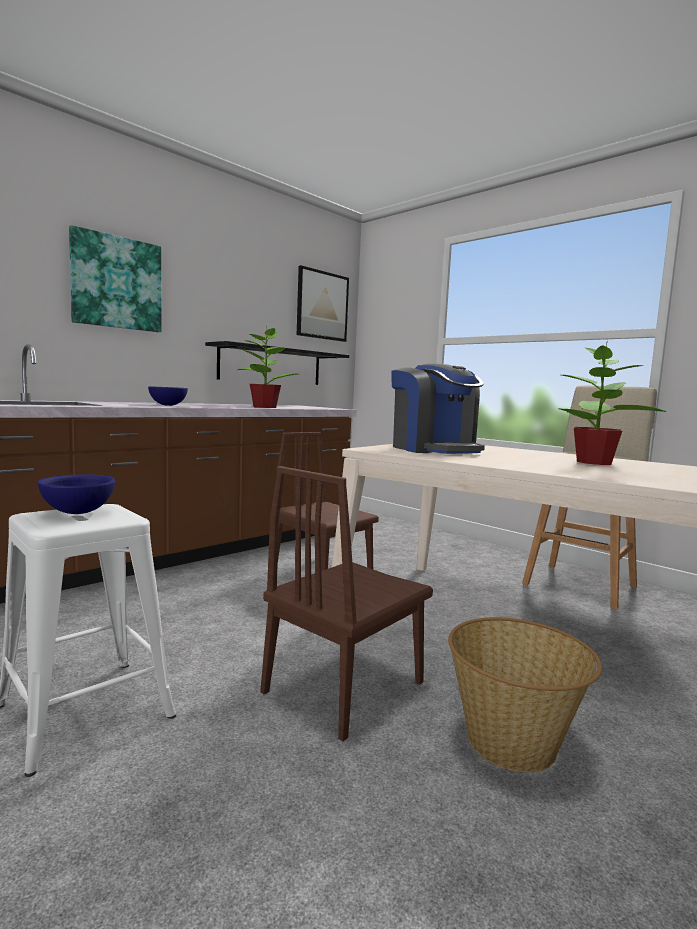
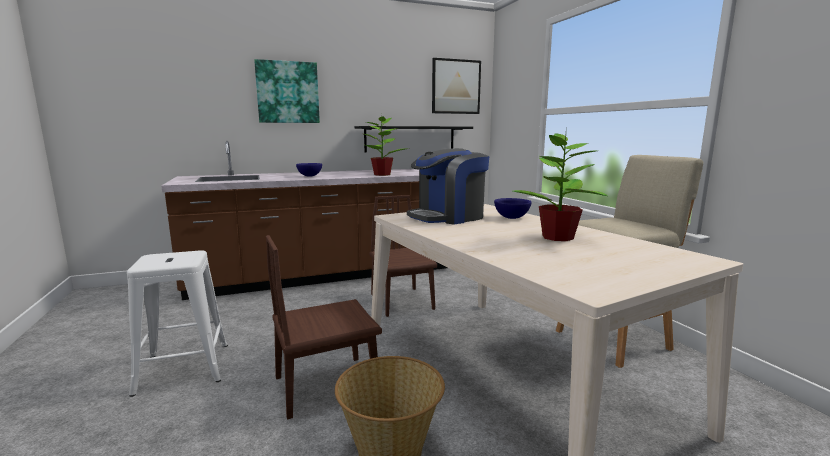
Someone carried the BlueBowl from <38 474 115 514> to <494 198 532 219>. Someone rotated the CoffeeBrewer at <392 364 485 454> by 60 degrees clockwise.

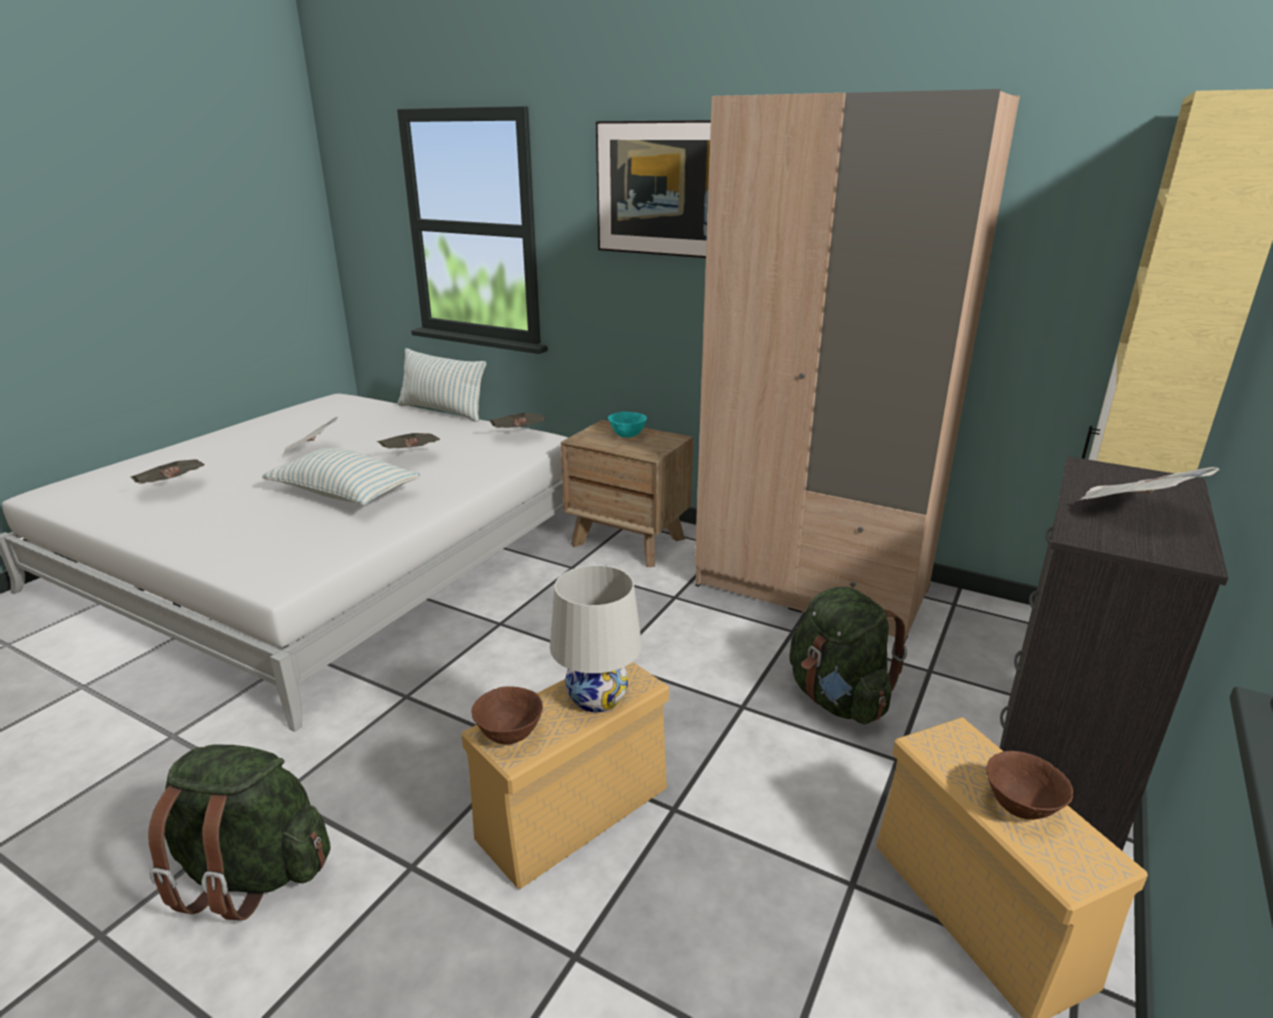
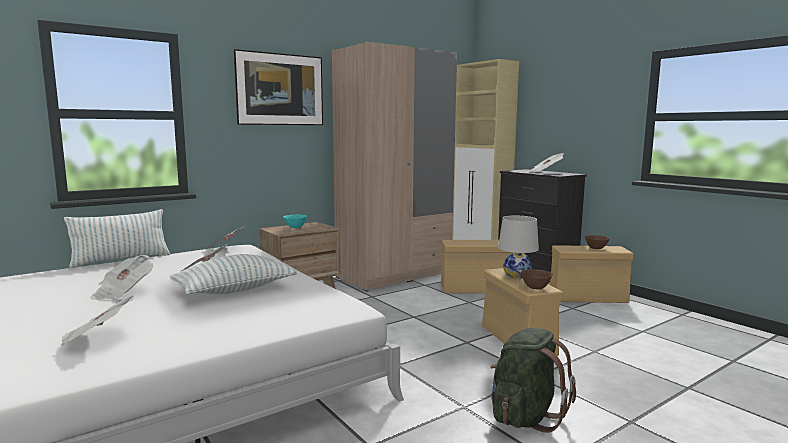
Someone swapped the GreenBackpack at <789 587 907 725> for the BeigeStorageBox at <441 240 511 294>.

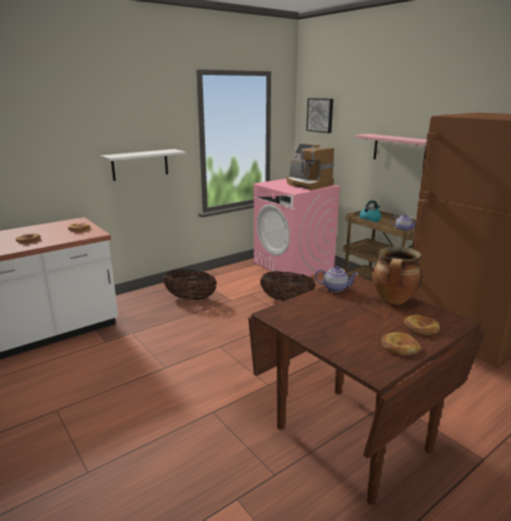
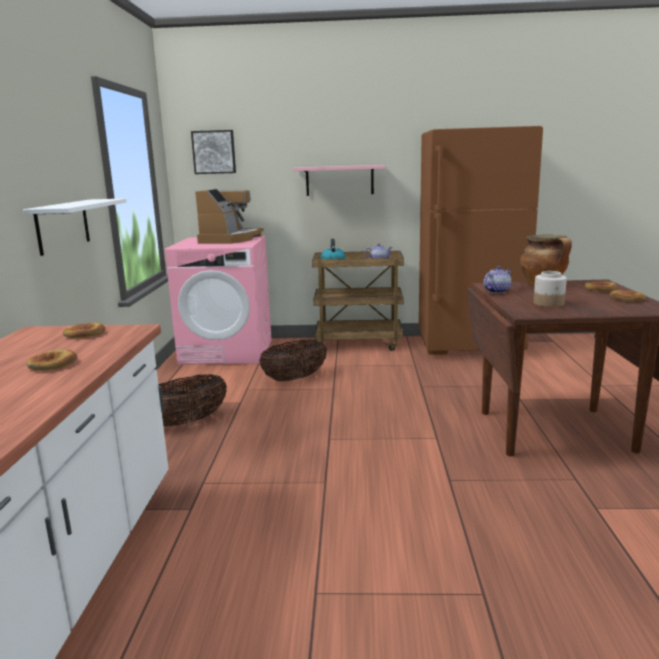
Someone put down the Jar at <534 271 567 307>. Someone rotated the CoffeeBrewer at <286 144 334 191> by 75 degrees counterclockwise.

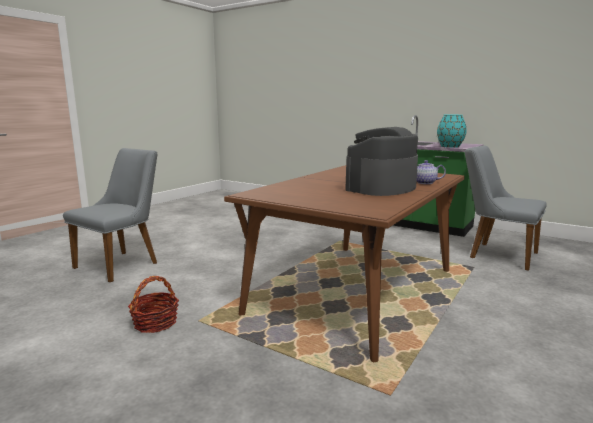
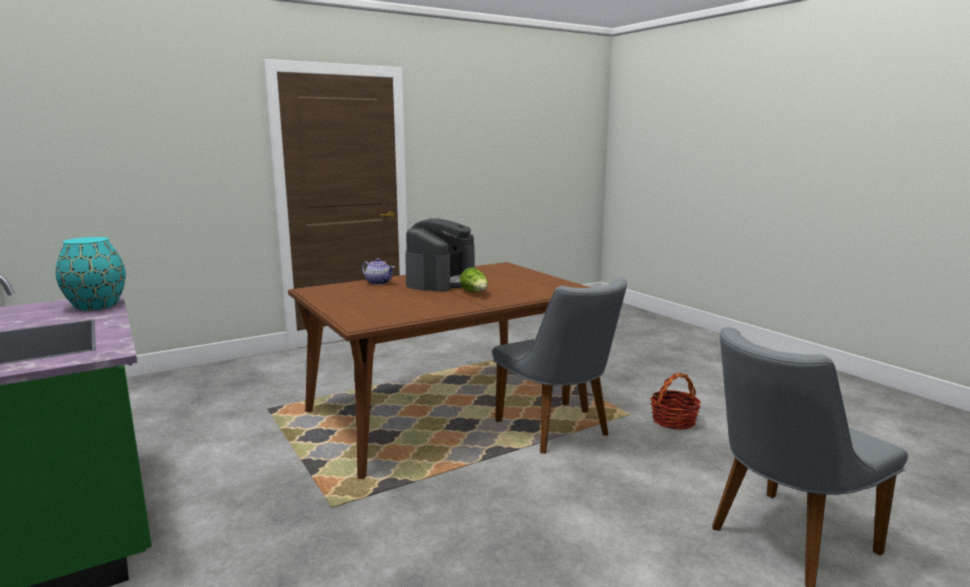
Someone put down the Lettuce at <460 268 488 292>. Someone carried the GreyishPlainChair from <464 146 547 271> to <492 278 627 454>. Someone rotated the CoffeeBrewer at <345 127 418 196> by 45 degrees counterclockwise.

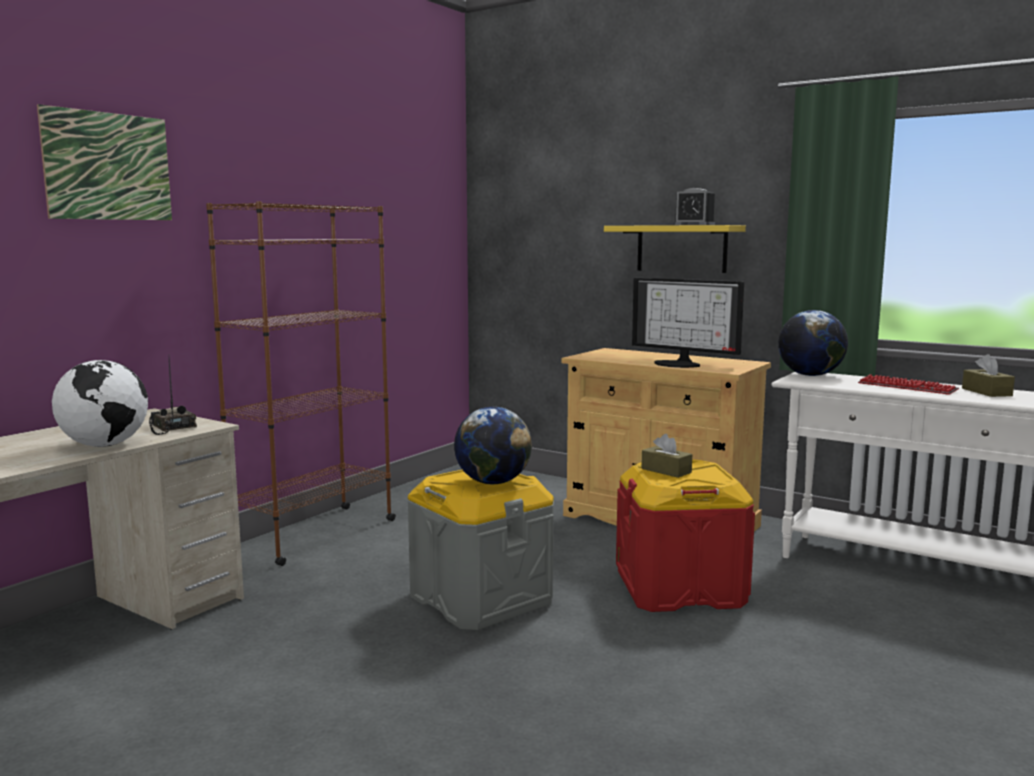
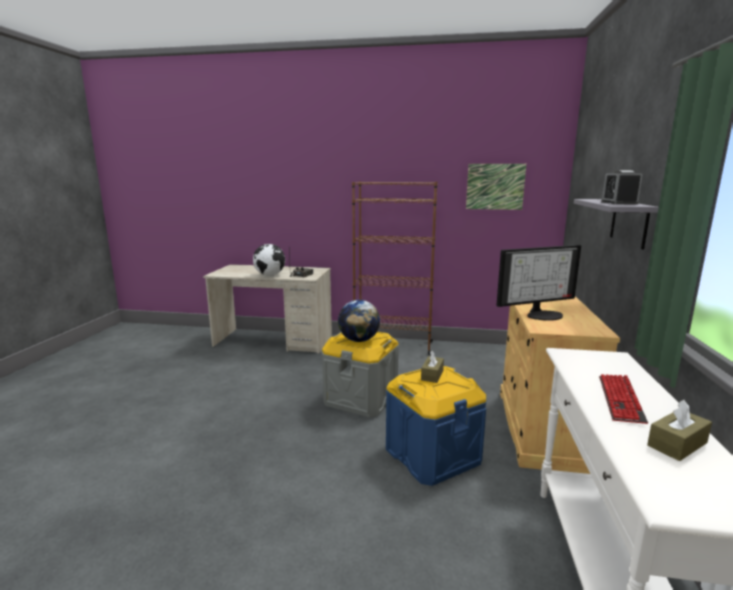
Someone took away the Globe at <778 310 848 376>. Someone carried the WallPicture from <37 104 172 220> to <466 164 526 210>. Someone repainted the YellowishShelf at <604 225 746 273>, which became the GreyishShelf at <574 199 659 250>. Someone repainted the ReddishStorageBox at <616 459 755 612>, which became the BlueStorageBox at <386 366 486 486>. Someone rotated the Monitor at <632 278 744 368> by 120 degrees counterclockwise.

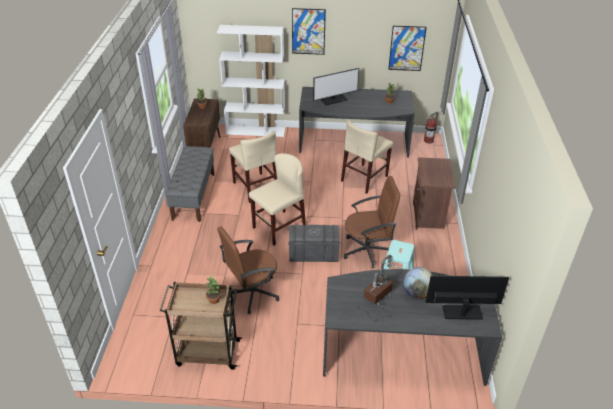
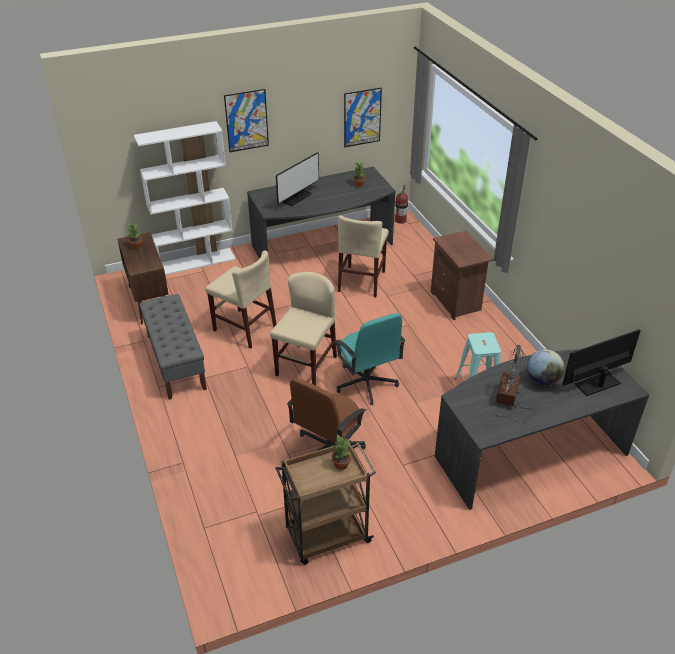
Someone took away the BrownComputerChair at <343 176 400 269>. Someone swapped the GreyishStorageBox at <288 224 340 262> for the TurquoiseColouredComputerChair at <335 313 405 405>.

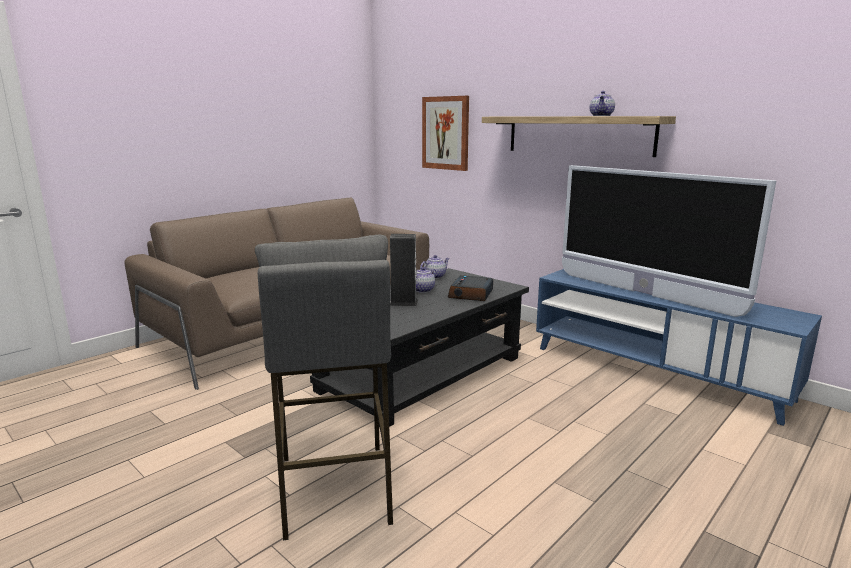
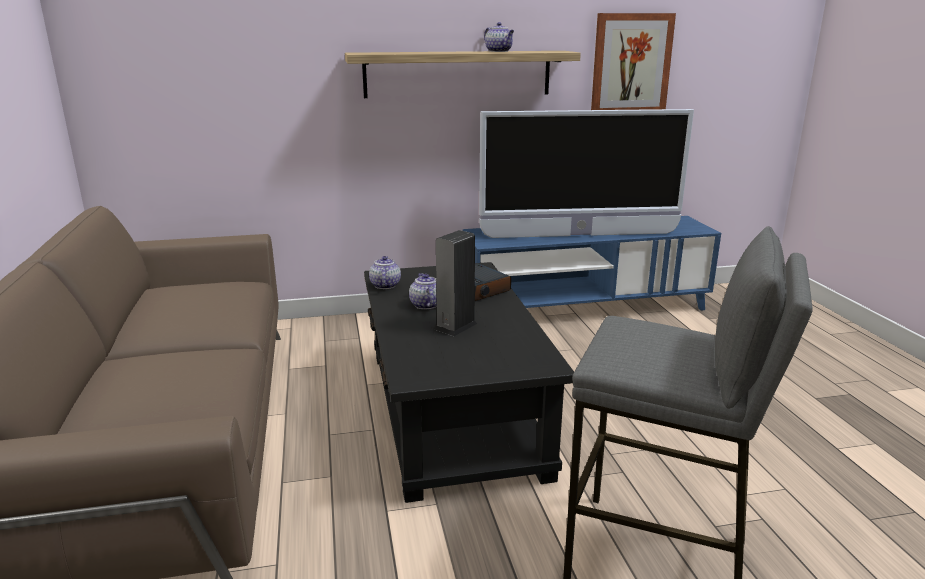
Someone carried the WallPicture from <422 96 469 171> to <591 13 676 110>.

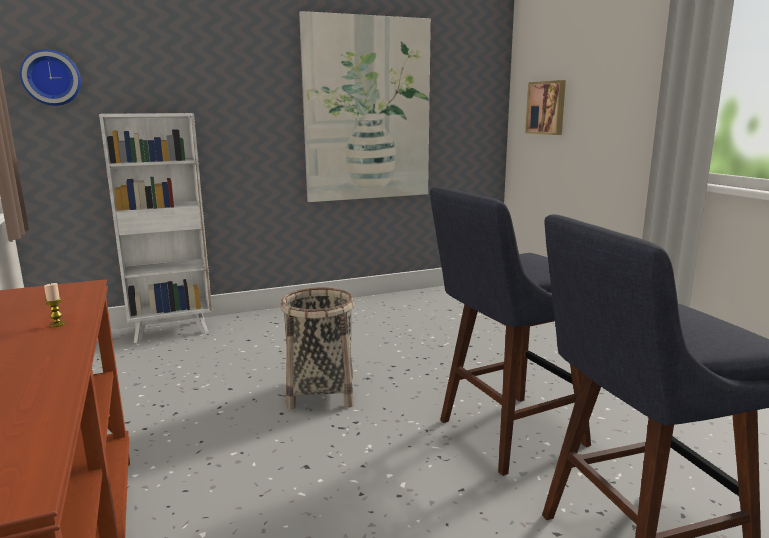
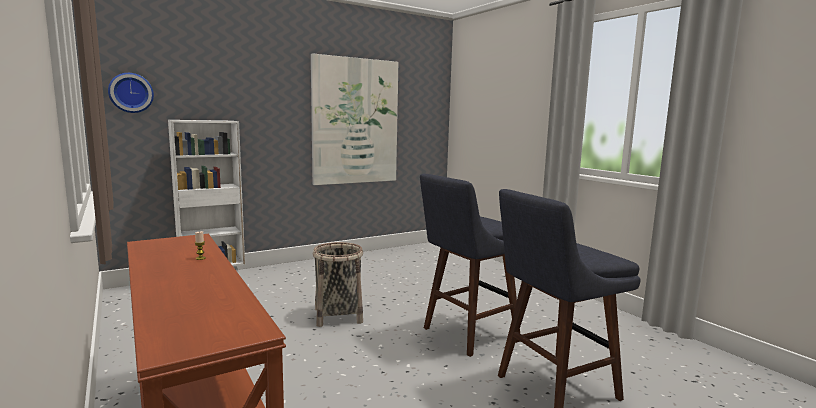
Someone took away the WallPicture at <525 80 566 135>.

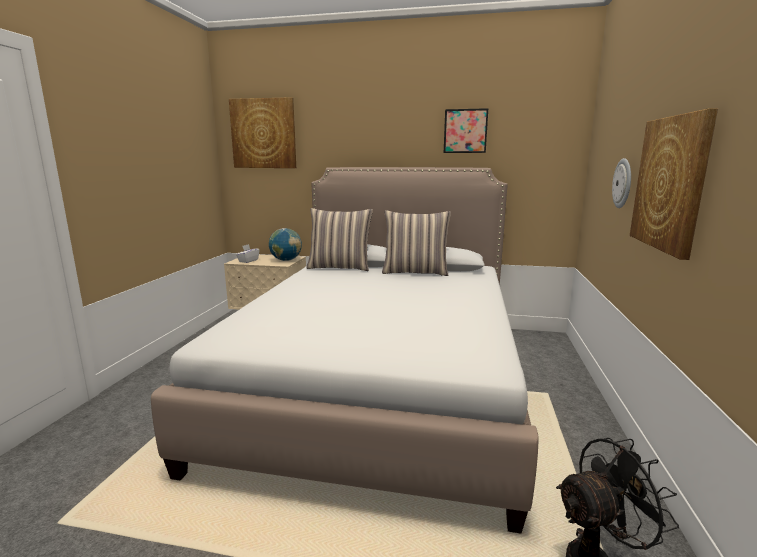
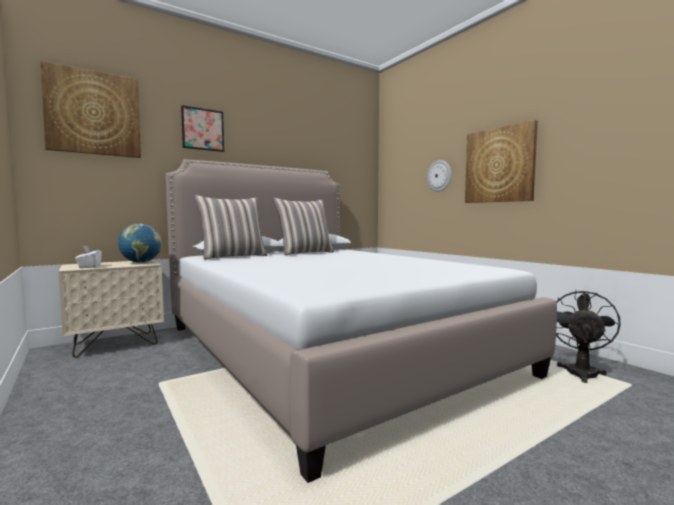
Someone carried the WallPicture from <444 108 488 153> to <181 105 224 152>.

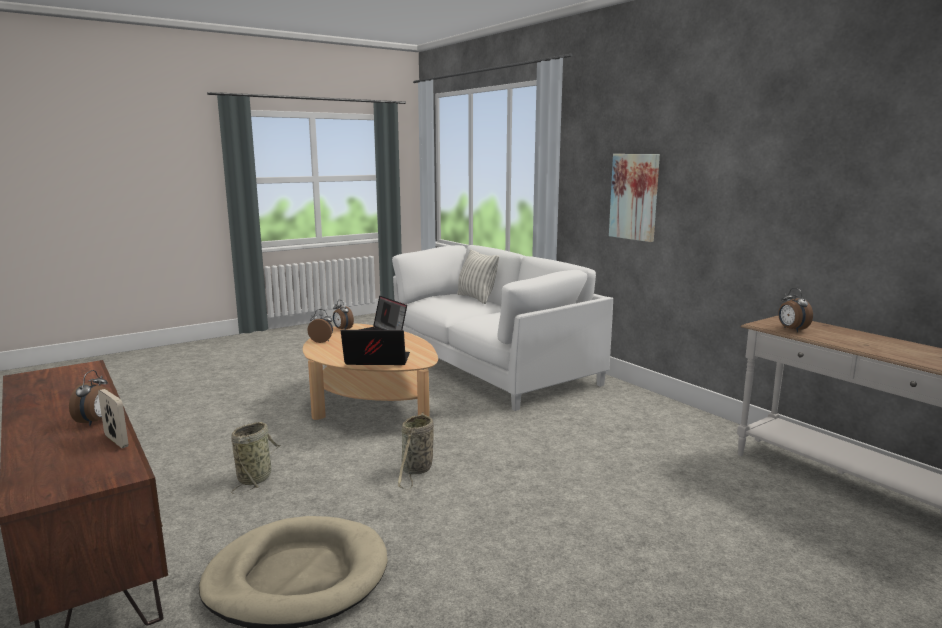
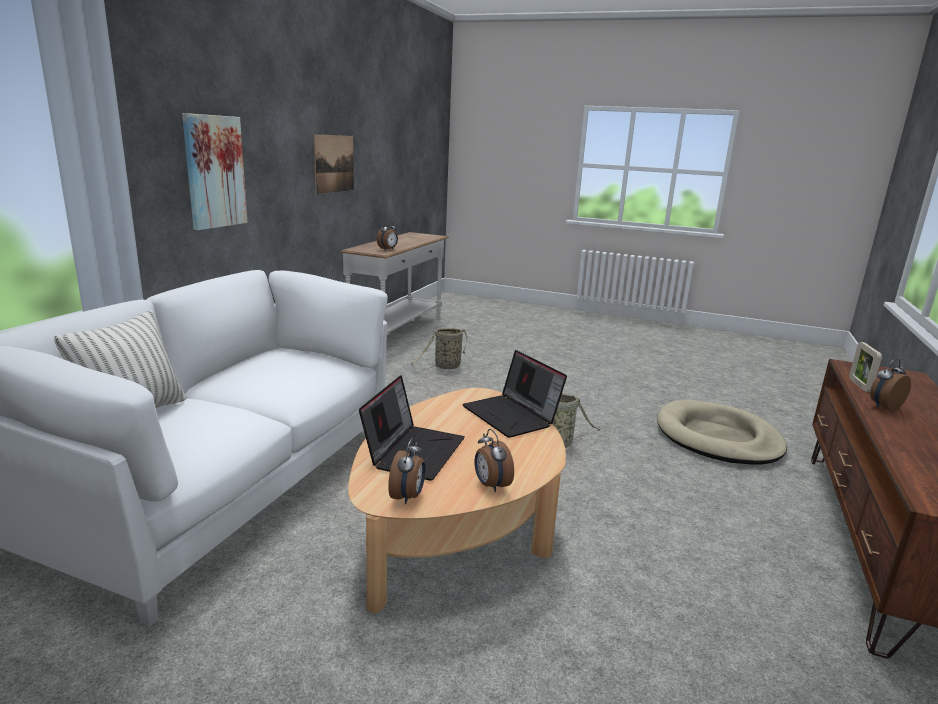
Someone put up the WallPicture at <314 134 354 194>. Someone carried the HouseholdBasket from <231 422 280 494> to <411 328 473 370>.

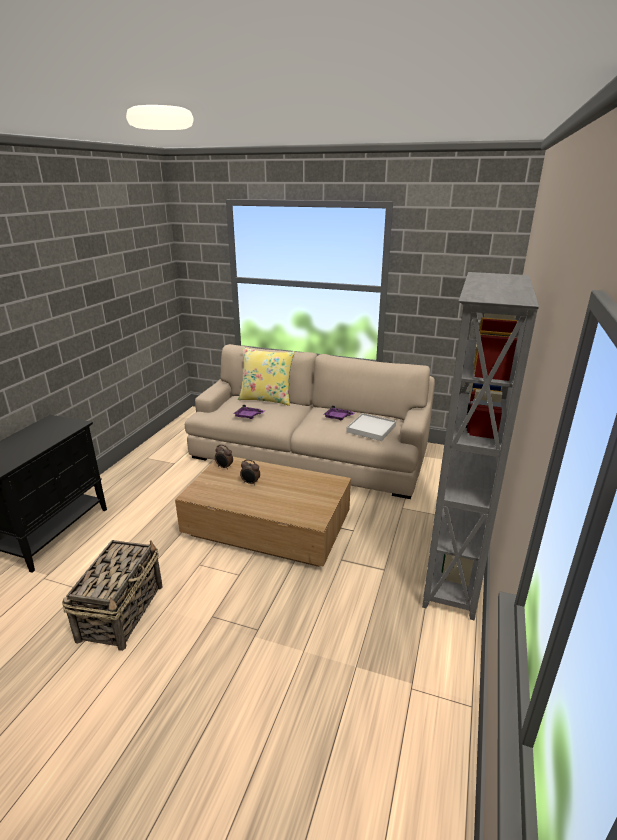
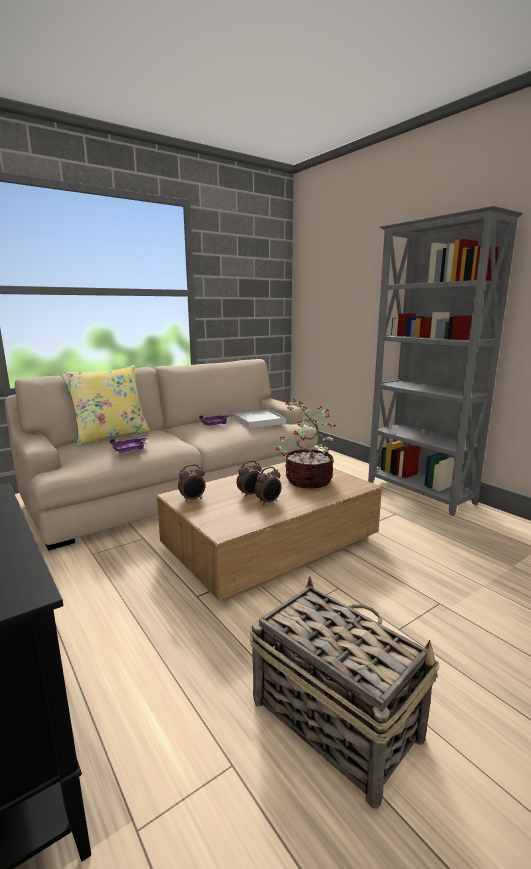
Someone put down the AlarmClock at <255 467 282 505>. Someone put down the PlantInAPot at <275 399 336 489>.

